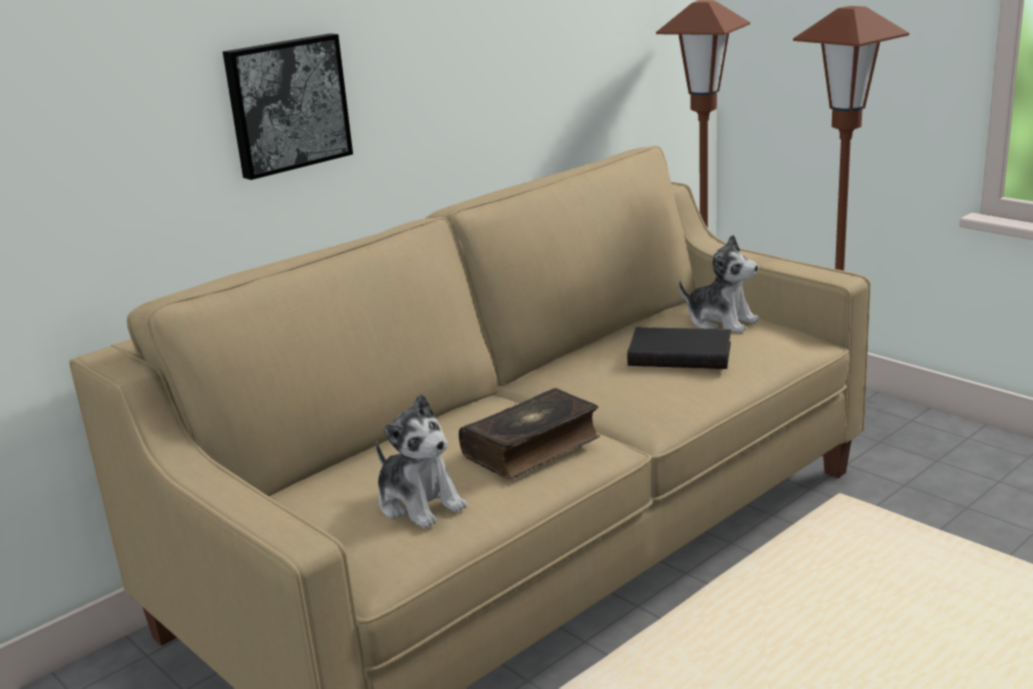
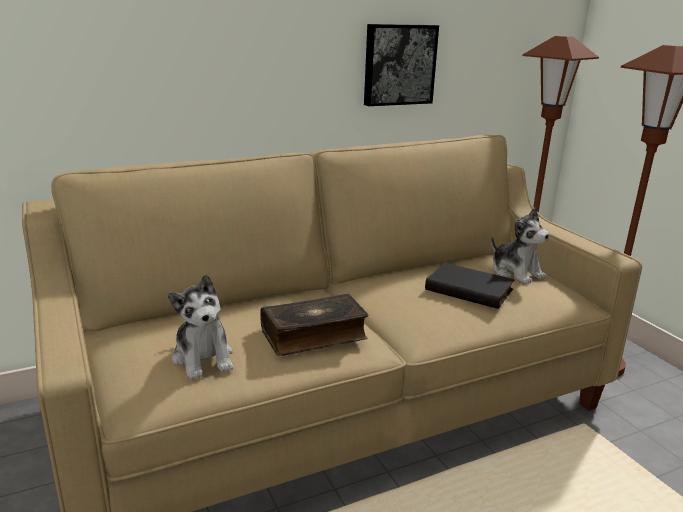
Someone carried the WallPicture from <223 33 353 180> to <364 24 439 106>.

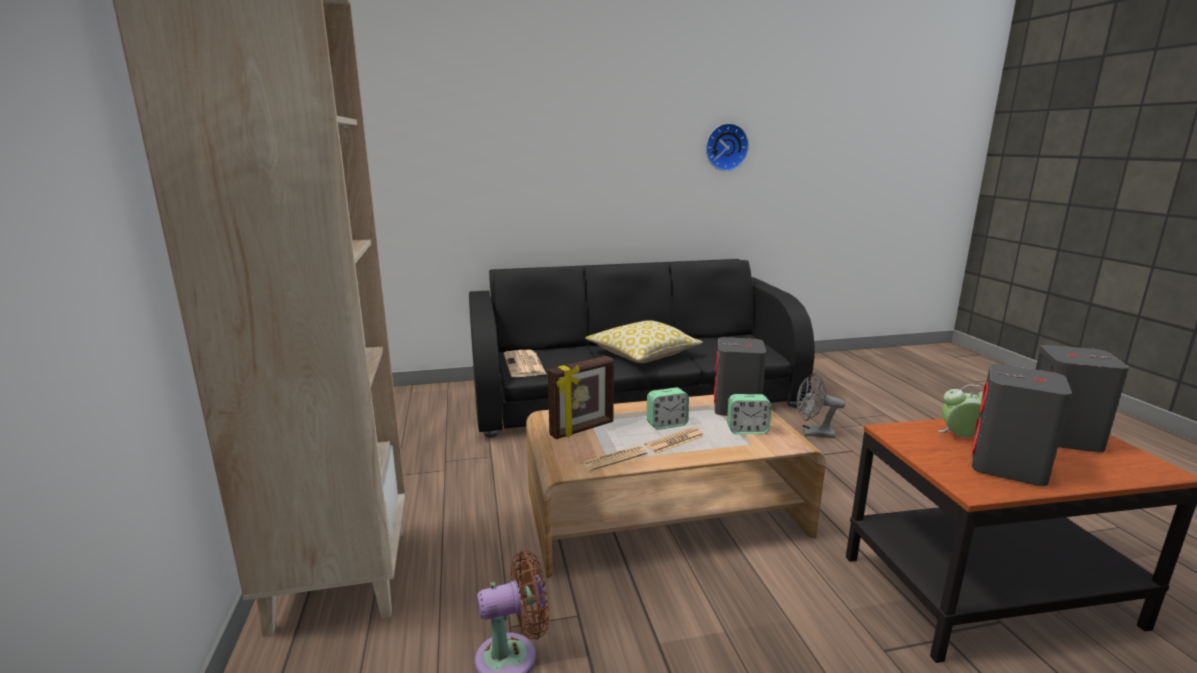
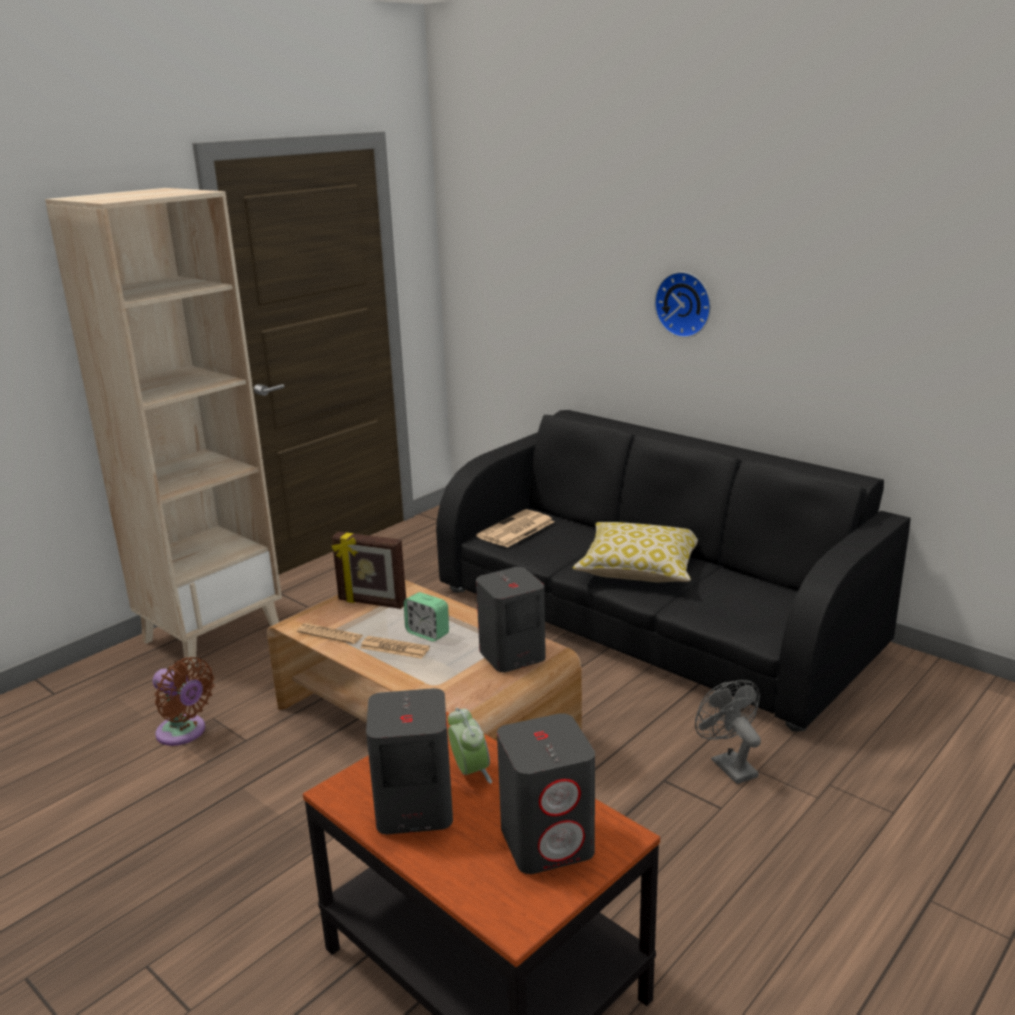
Someone took away the AlarmClock at <727 394 772 434>. Someone carried the ClockOnTheWall from <706 123 749 171> to <654 271 711 338>.

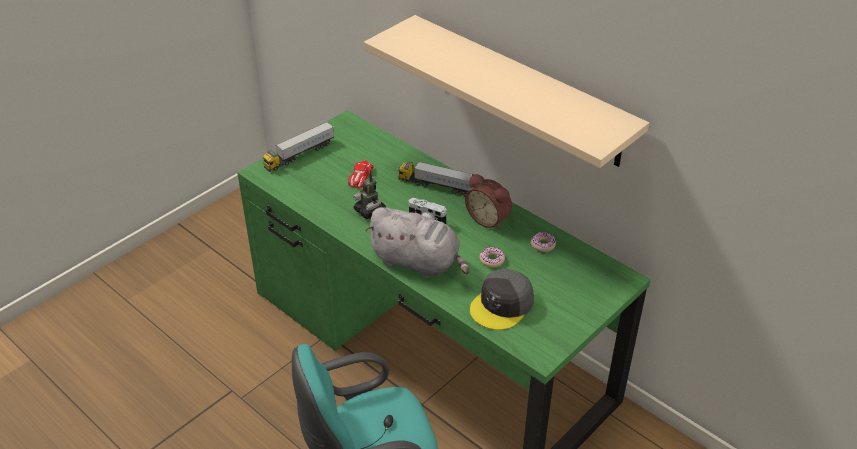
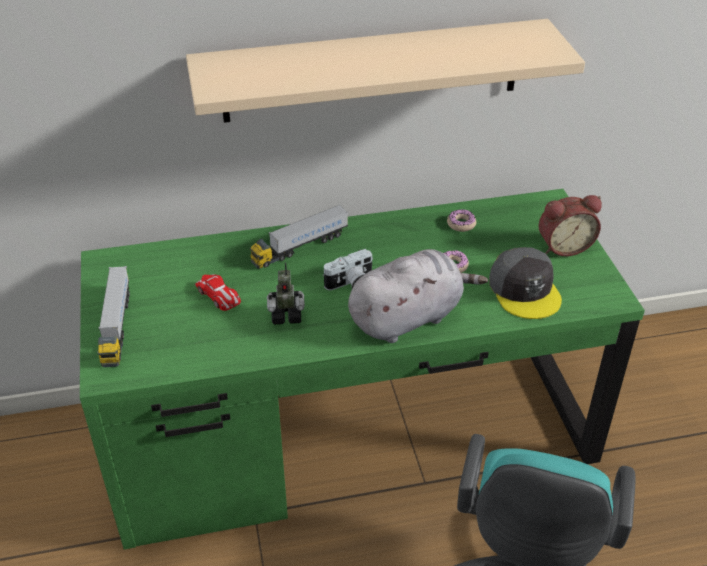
Someone carried the AlarmClock from <465 174 512 230> to <539 195 602 256>.

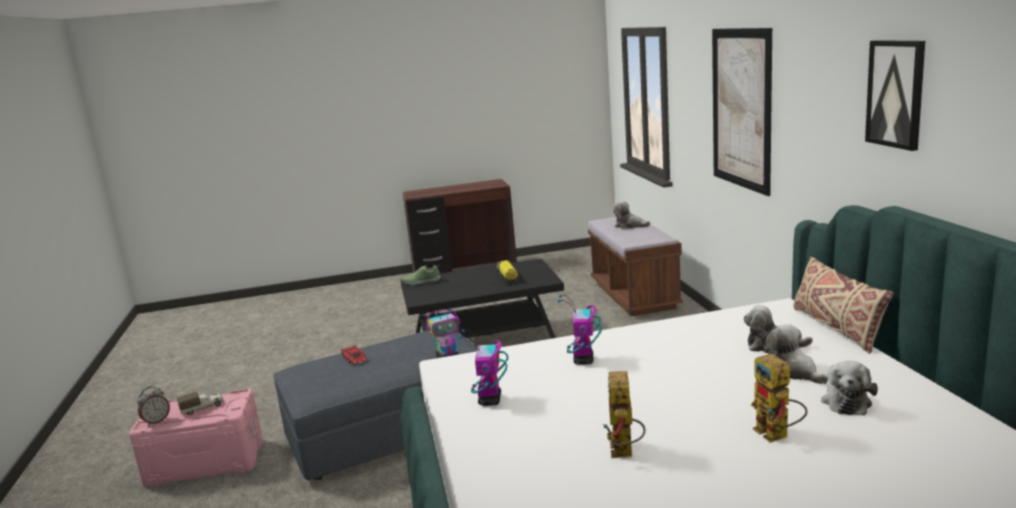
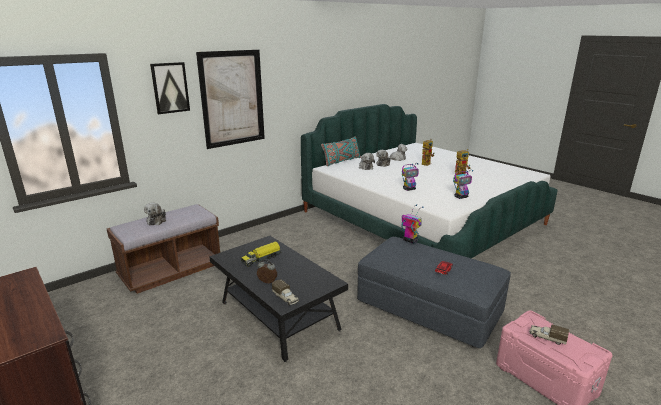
Someone carried the AlarmClock from <137 386 170 426> to <257 260 277 283>. Someone carried the WallPicture from <865 40 925 151> to <150 62 190 114>. Someone swapped the ItemOfFootwear at <401 265 441 286> for the ToyTruck at <272 279 299 306>. Someone repainted the BeigePillow at <793 257 893 354>, which became the TurquoiseColouredPillow at <321 136 361 166>.

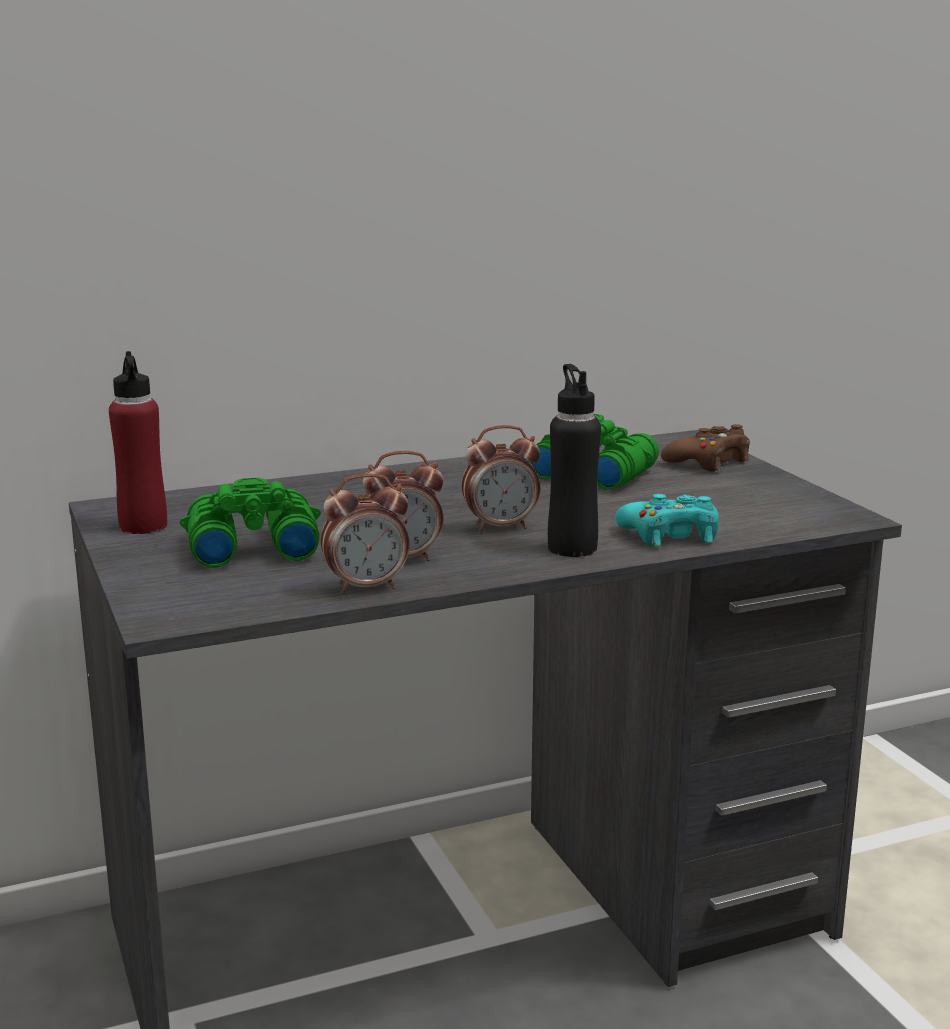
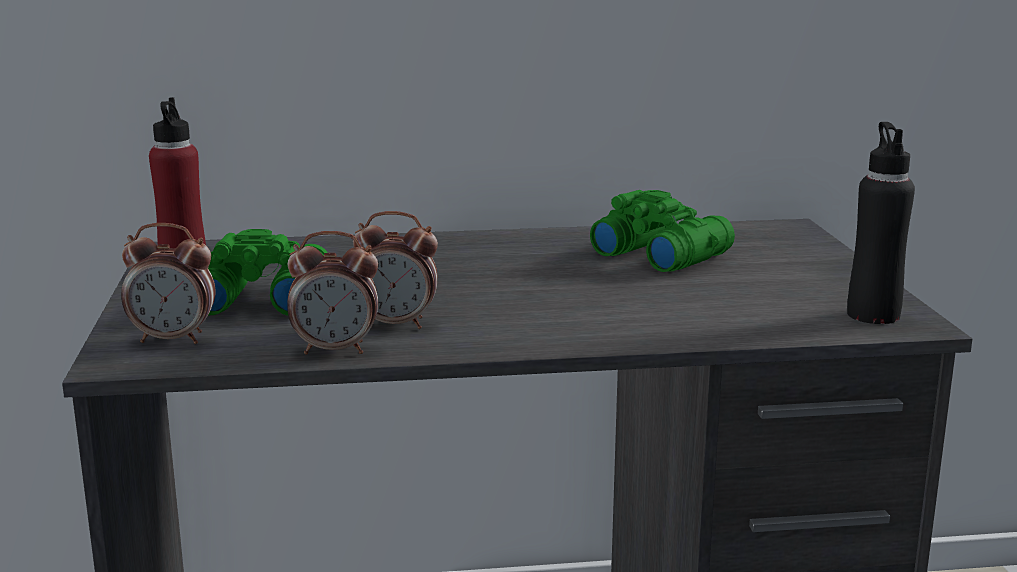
Someone took away the TurquoiseColouredGamepad at <615 494 719 546>. Someone took away the BrownGamepad at <661 424 750 472>. Someone carried the AlarmClock from <462 425 540 532> to <121 223 215 344>. Someone carried the BlackDrinkBottle from <548 364 601 557> to <847 122 915 324>.

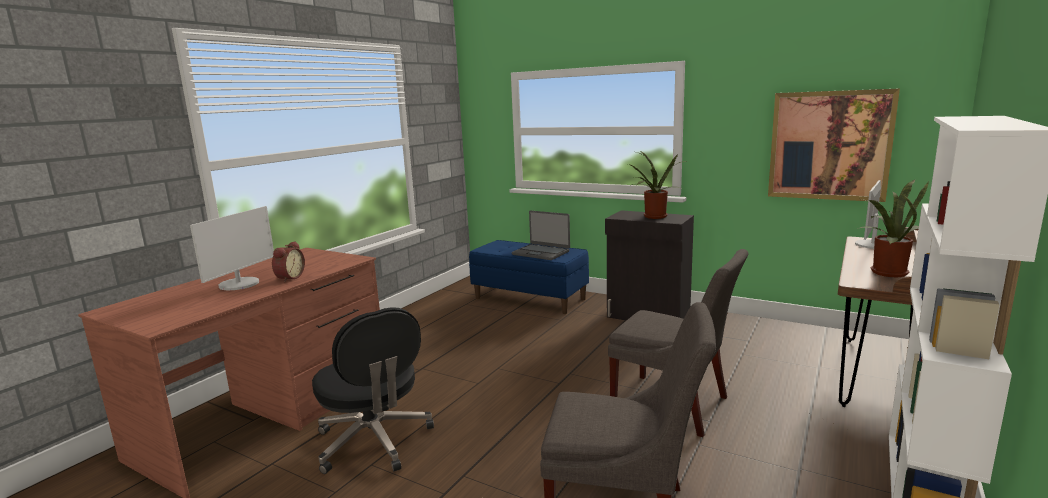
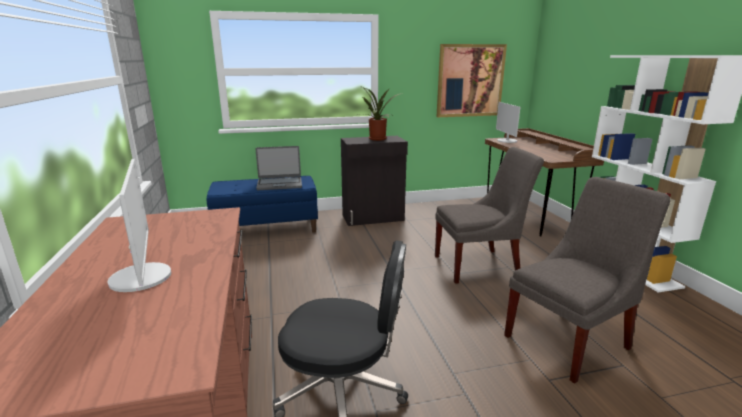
Someone took away the AlarmClock at <272 241 305 282>. Someone took away the PlantInAPot at <860 180 929 277>.

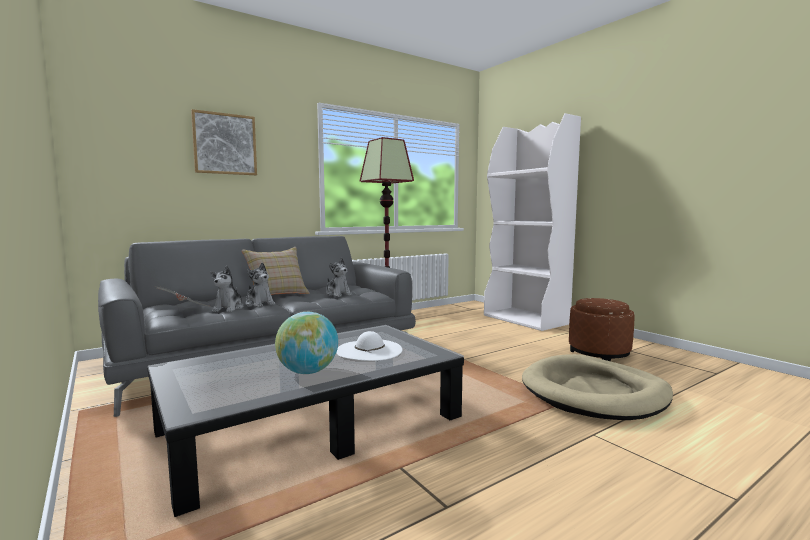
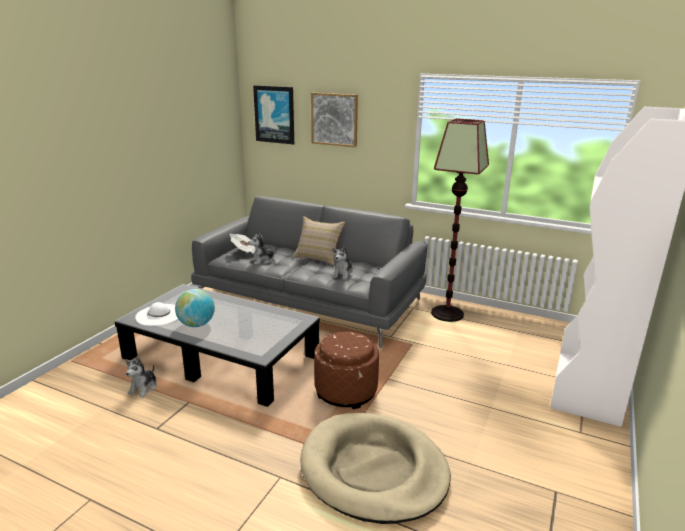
Someone put up the WallPicture at <253 85 294 145>. Someone carried the SoftToy from <246 263 275 307> to <126 357 157 397>. Someone carried the WhitishClothingHat from <336 331 403 361> to <135 302 178 326>. Someone carried the BrownPouffe from <569 298 635 361> to <314 332 379 409>.

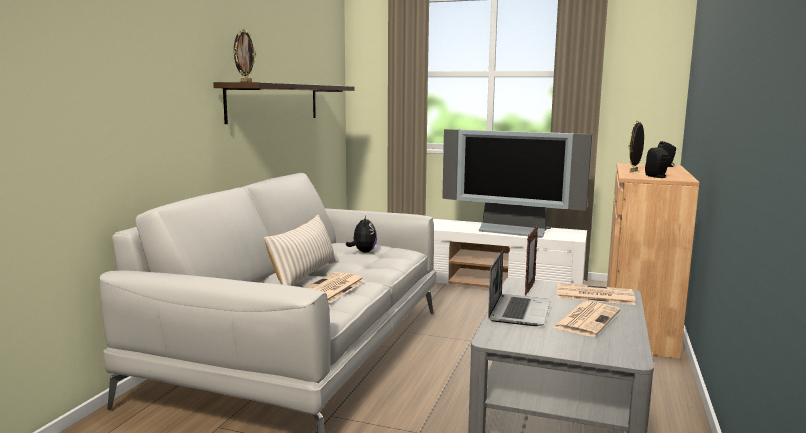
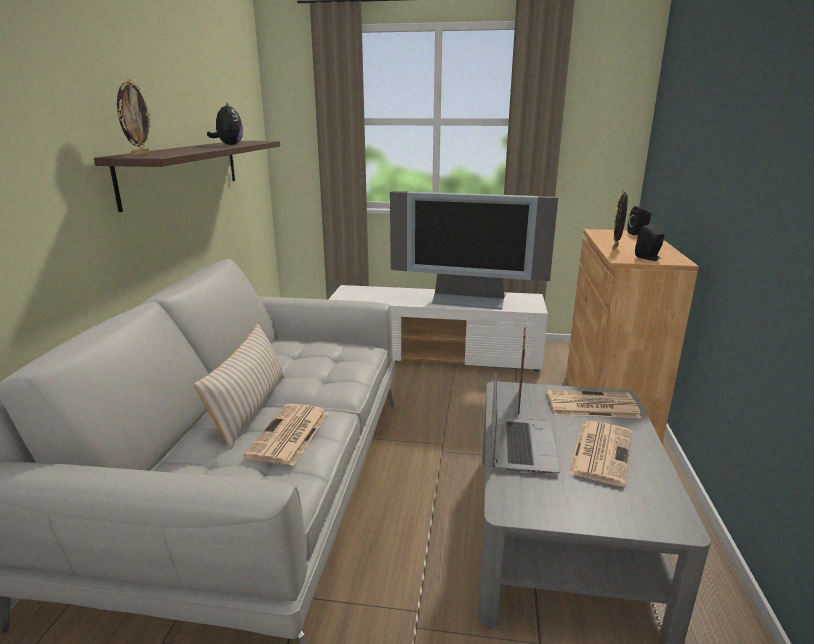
Someone carried the SoftToy from <346 216 377 252> to <207 103 243 145>.

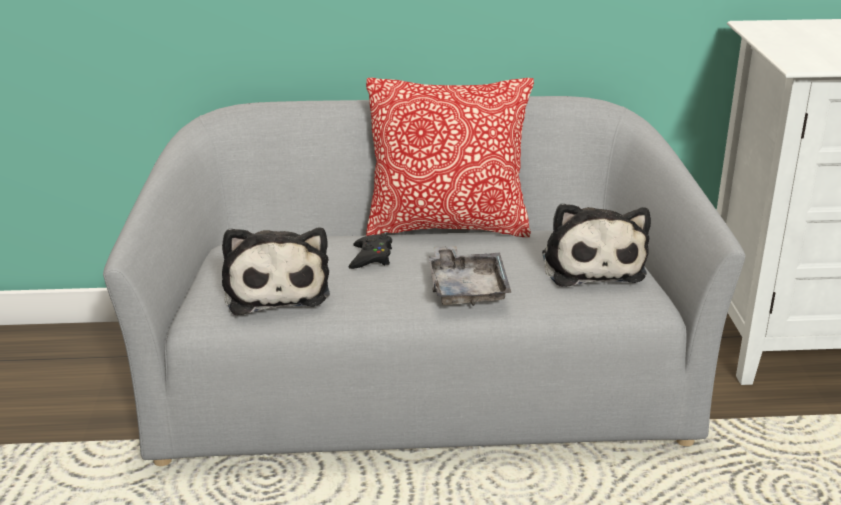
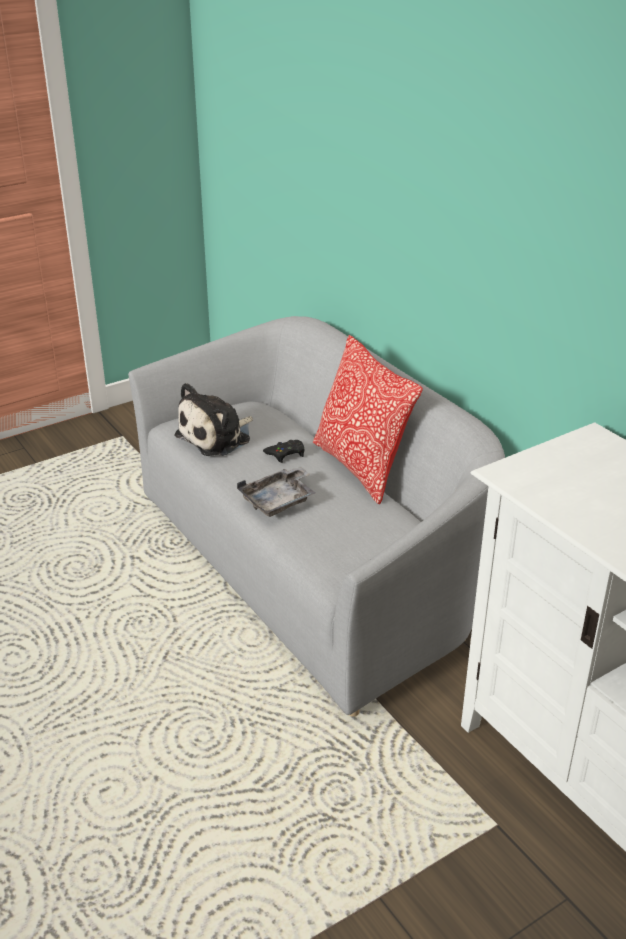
Someone took away the SoftToy at <542 203 651 287>.

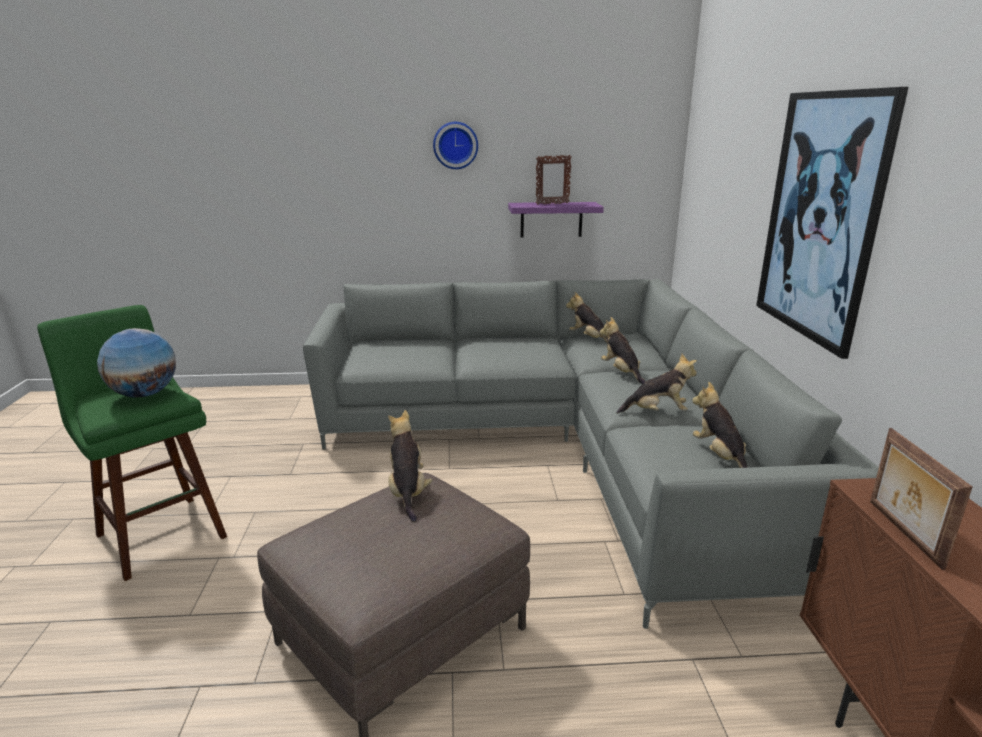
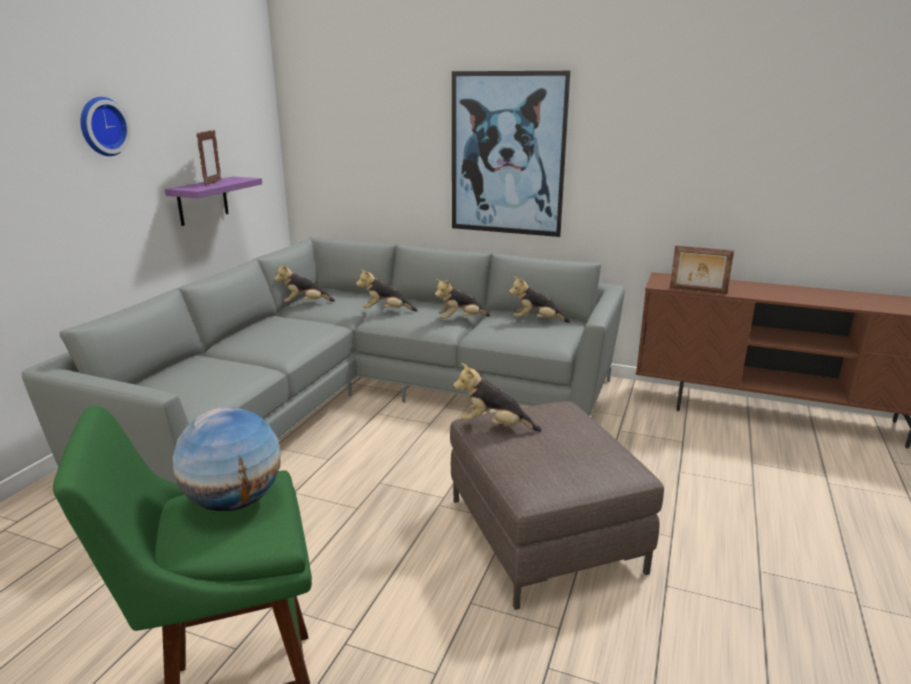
Someone rotated the SoftToy at <617 354 697 414> by 135 degrees counterclockwise.

